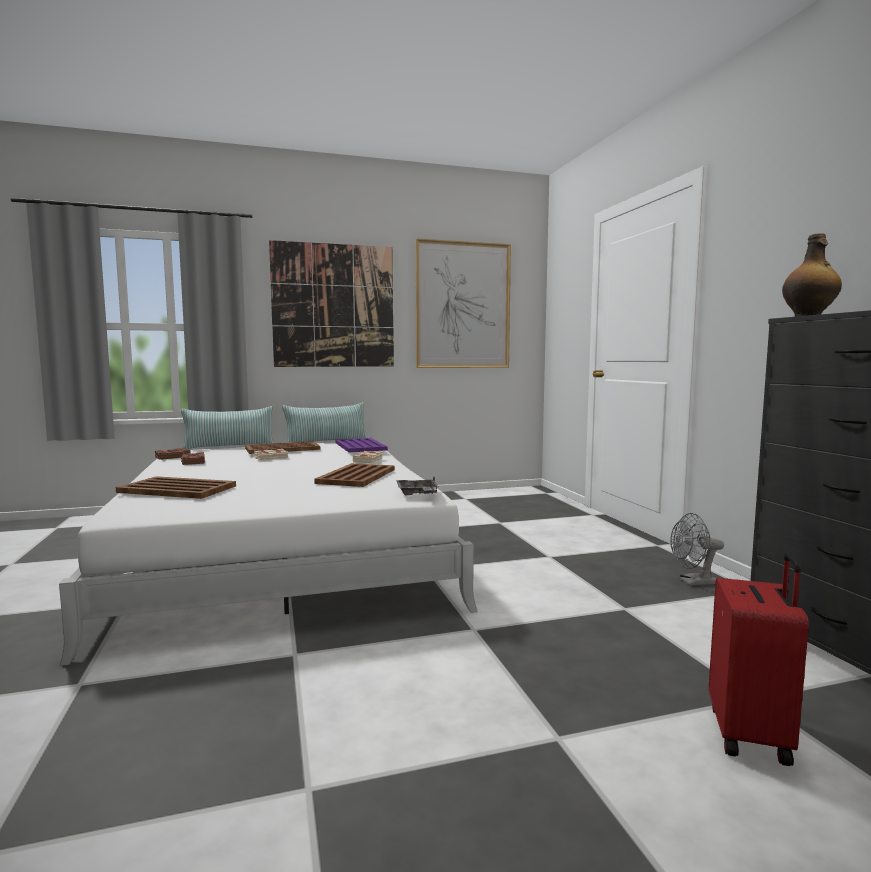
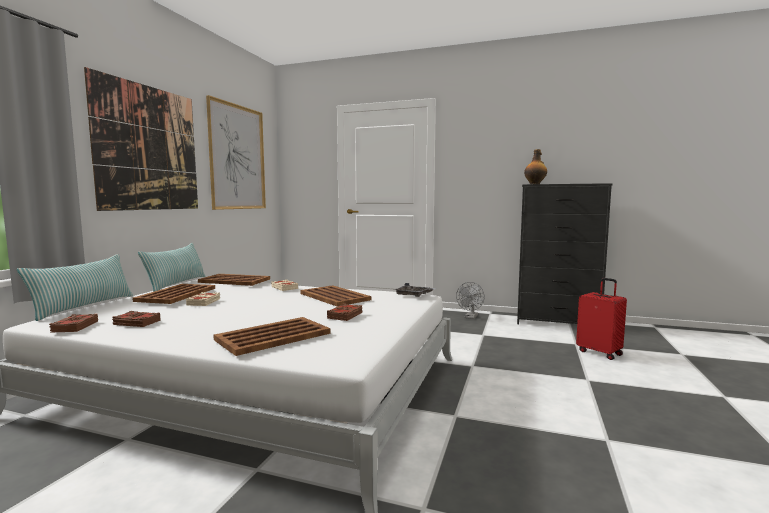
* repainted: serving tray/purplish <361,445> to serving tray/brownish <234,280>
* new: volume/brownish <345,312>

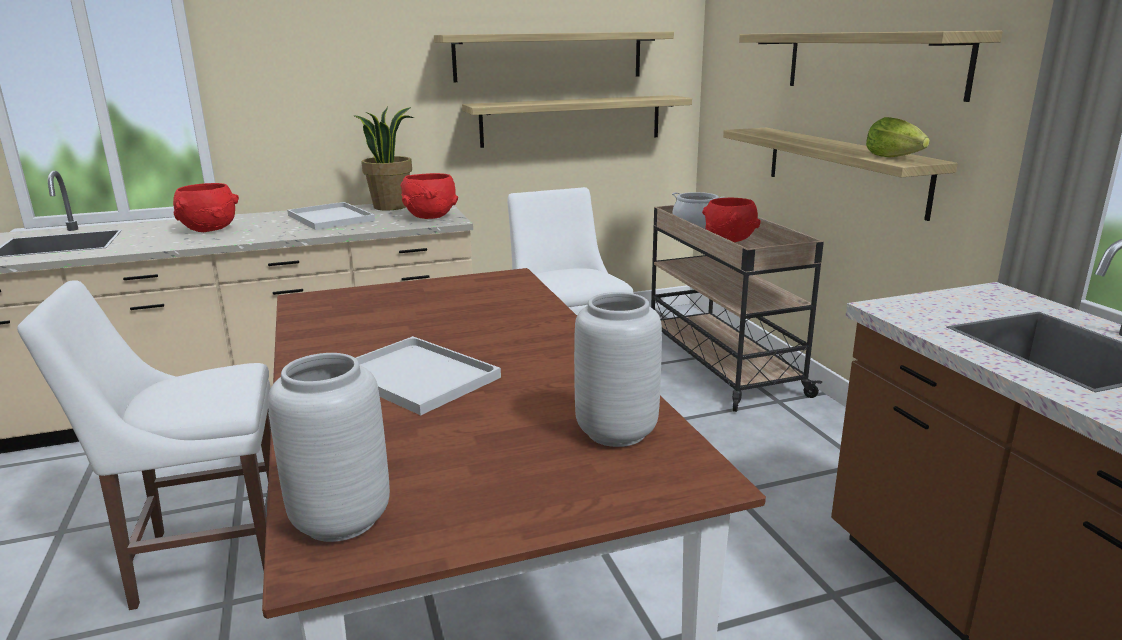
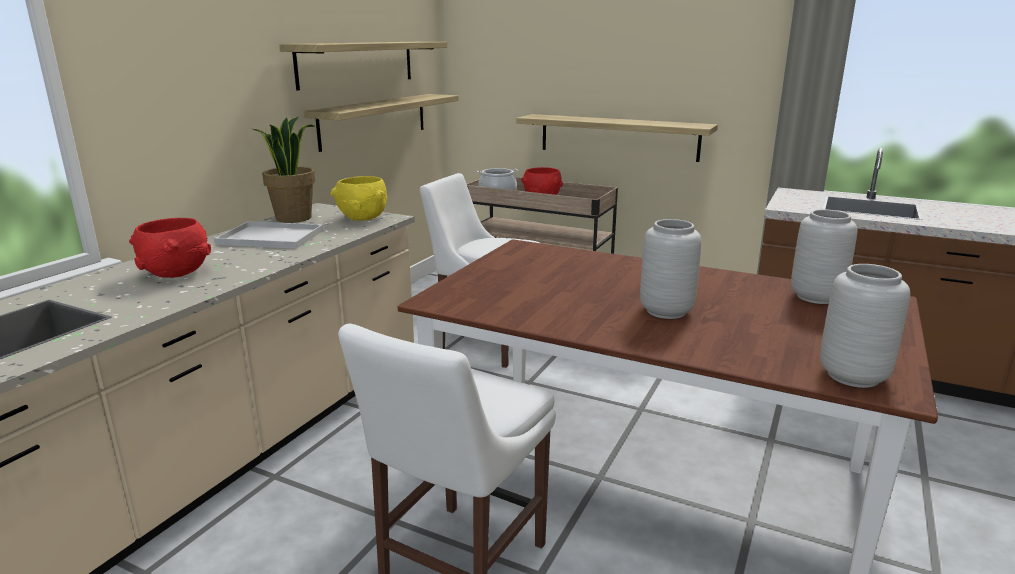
* gone: shelf <871,66>
* gone: lettuce head <898,137>
* repainted: deep dish/red <429,196> to deep dish/yellow-coloured <359,198>
* swapped: serving tray/whitish <428,375> to vase/gray <671,269>

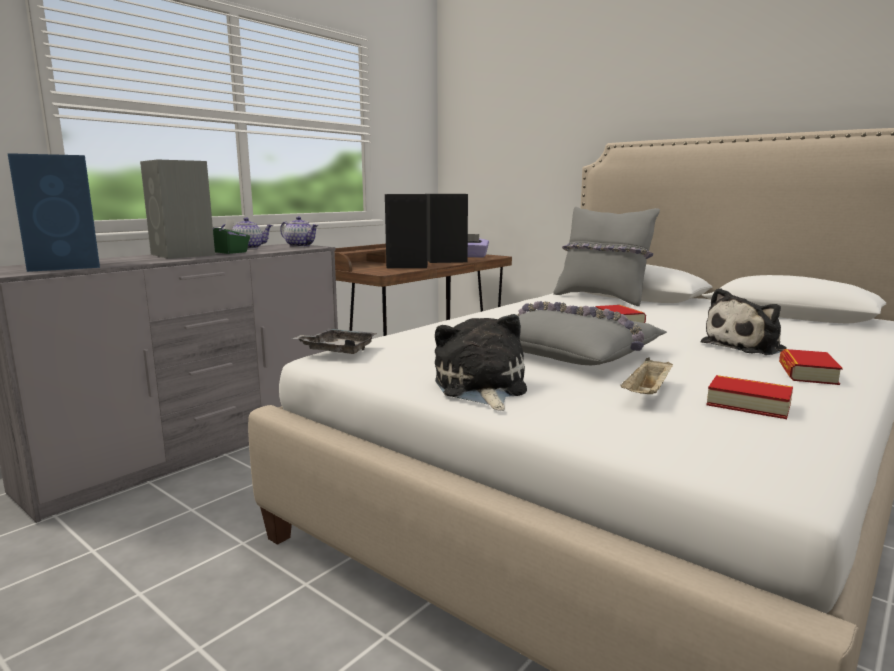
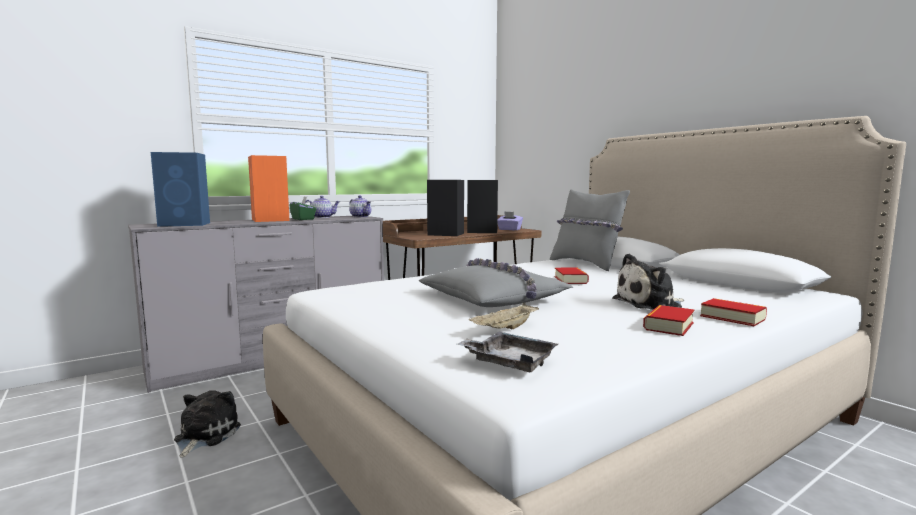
* repainted: speaker/gray <177,209> to speaker/orange <269,188>
* shifted: soft toy <481,362> to <207,424>
* shifted: serving tray/gray <334,341> to <507,352>
* shifted: volume <749,397> to <733,312>

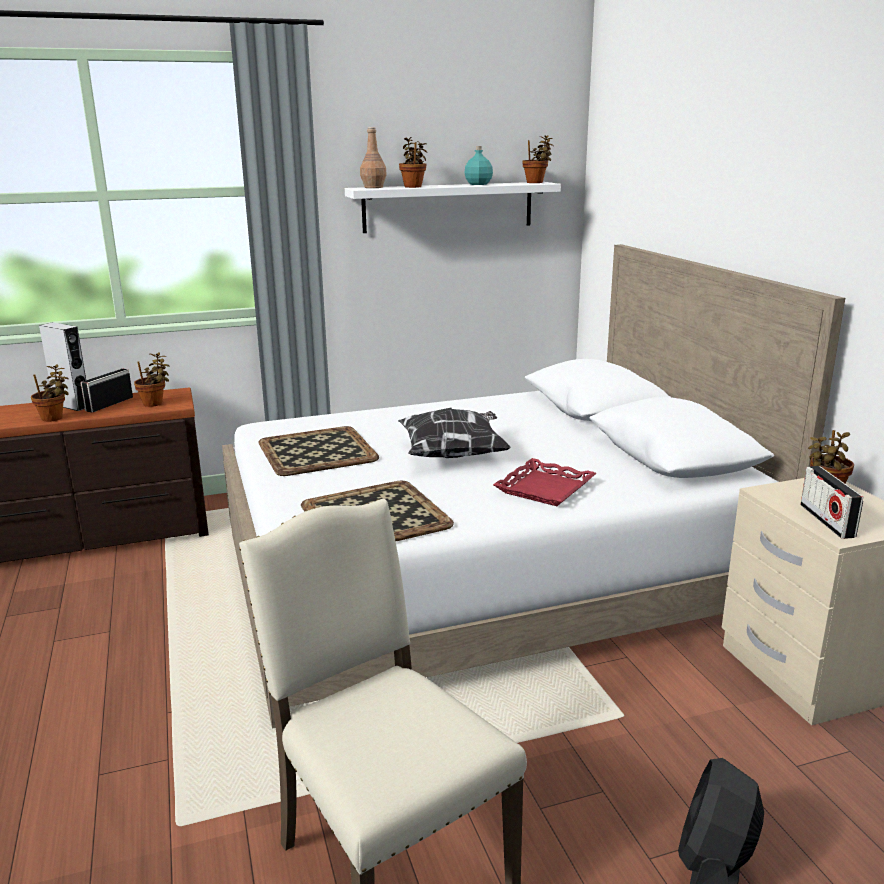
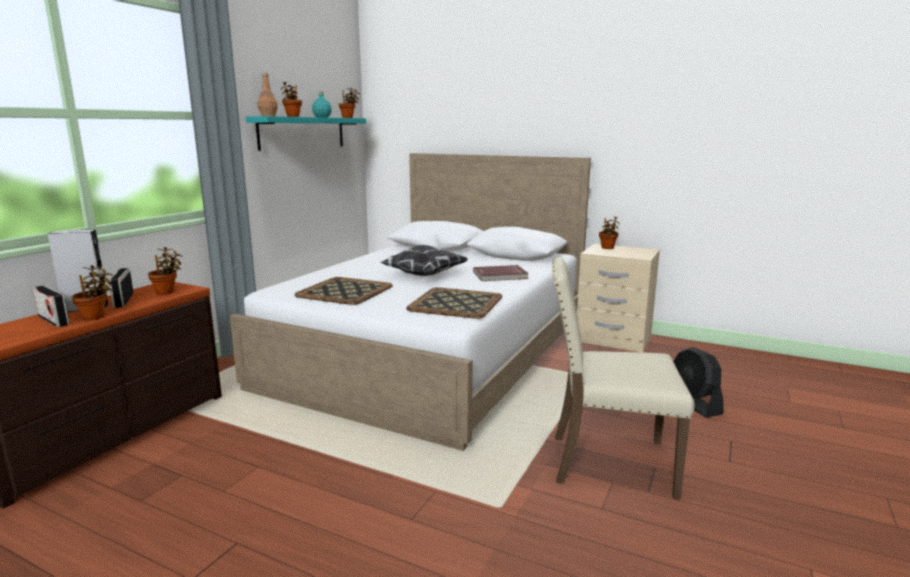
* repainted: shelf/whitish <453,207> to shelf/turquoise <306,133>
* swapped: serving tray/red <544,482> to volume/red <501,273>
* shifted: radio set <831,502> to <51,306>

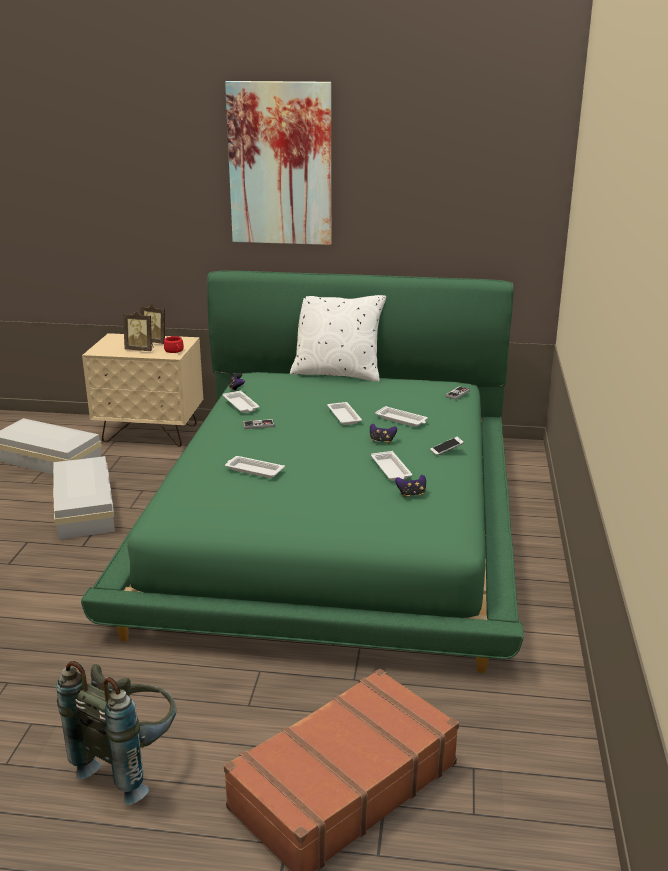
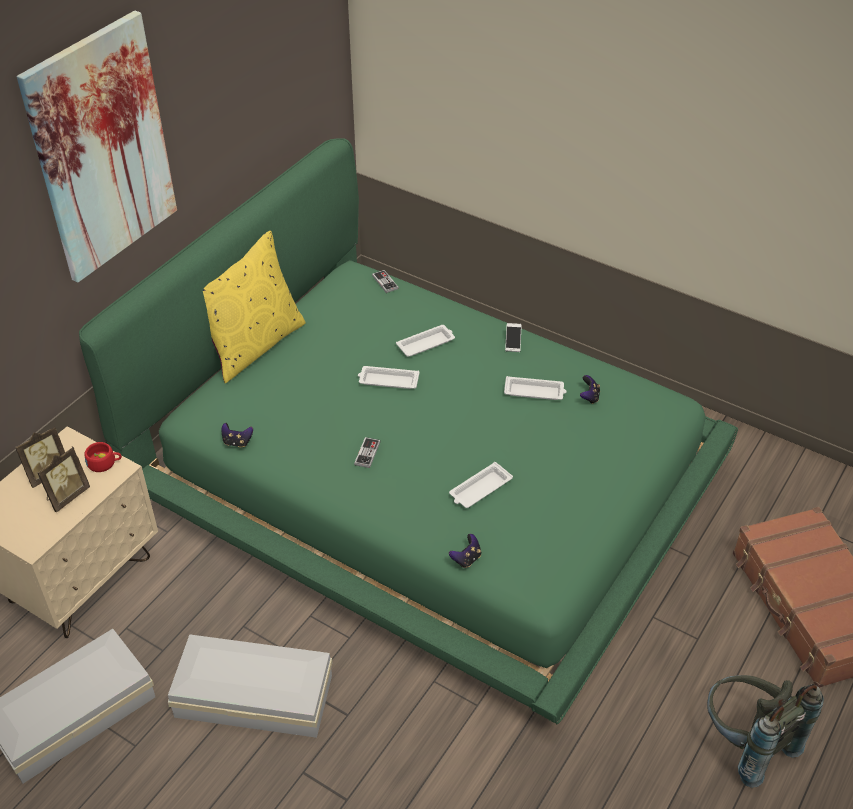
* repainted: cushion/whitish <338,338> to cushion/yellow-coloured <254,307>
* gone: serving tray/whitish <241,402>
* shifted: gamepad <383,434> to <465,551>

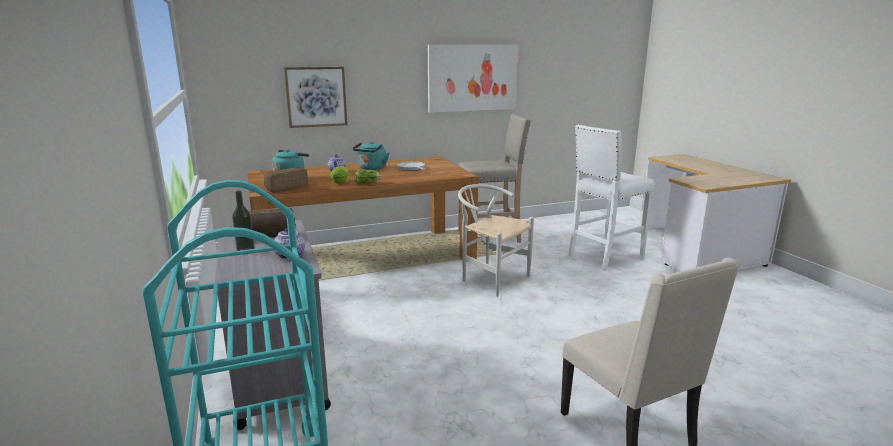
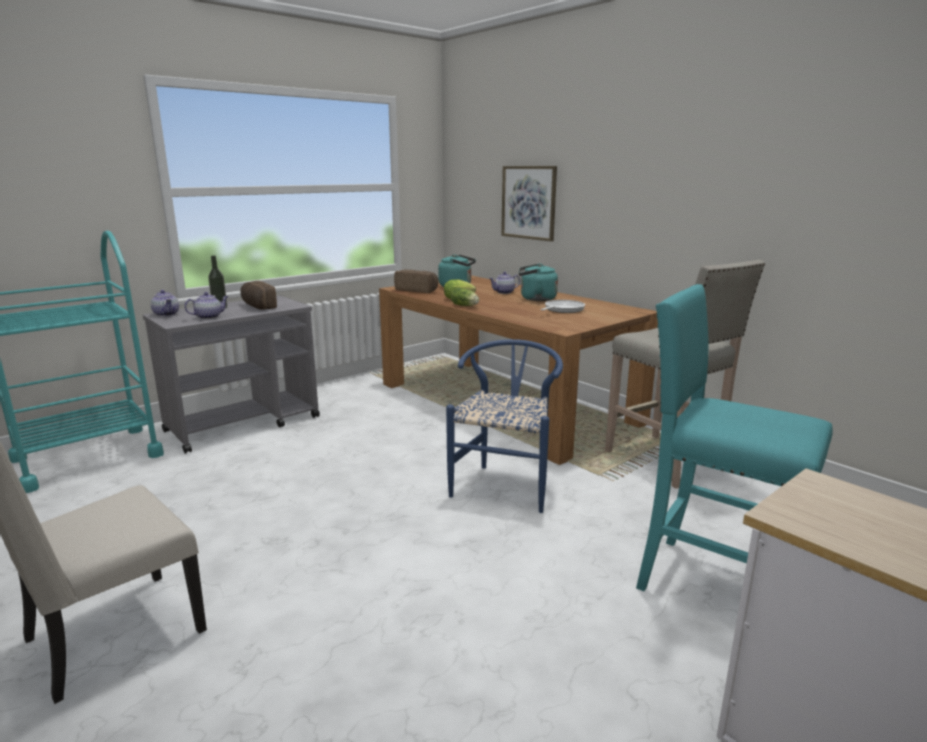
* gone: wall picture <473,79>
* repainted: stool/whitish <611,198> to stool/turquoise <734,437>
* repainted: upright chair/whitish <496,240> to upright chair/bluish <504,426>
* new: tea pot <165,303>

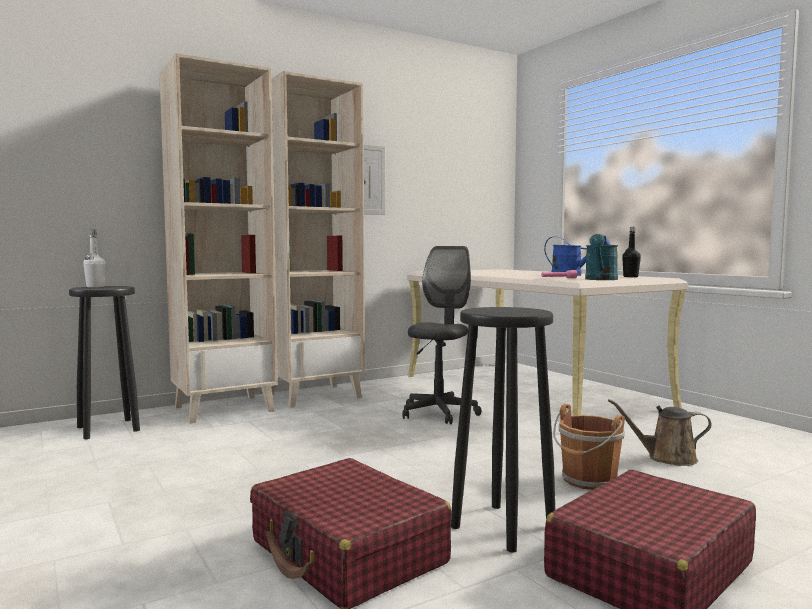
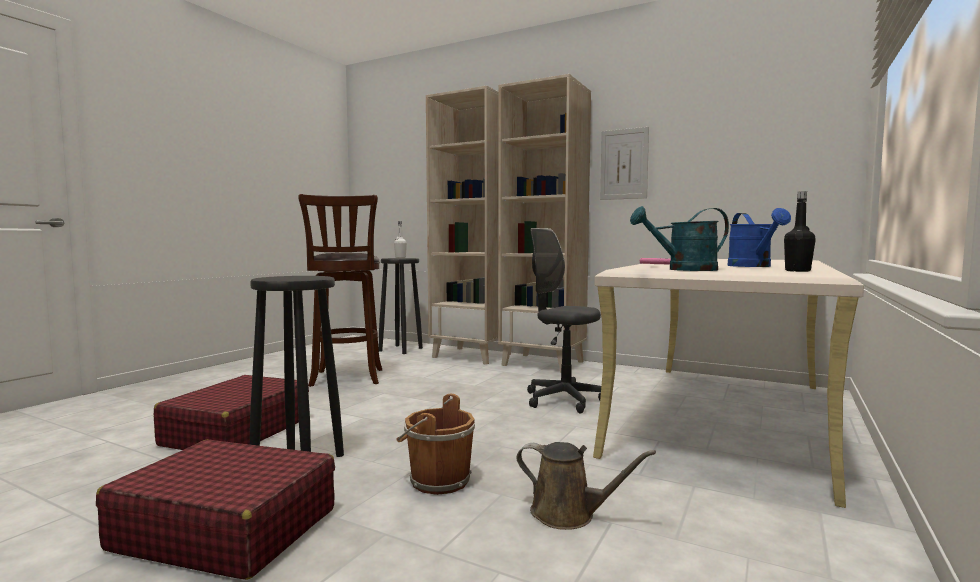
* rotated: office chair/gray <441,335> = <564,321> 135 degrees counterclockwise
* rotated: watering pot/brownish <660,432> = <586,486> 135 degrees clockwise
* new: stool/brownish <340,290>

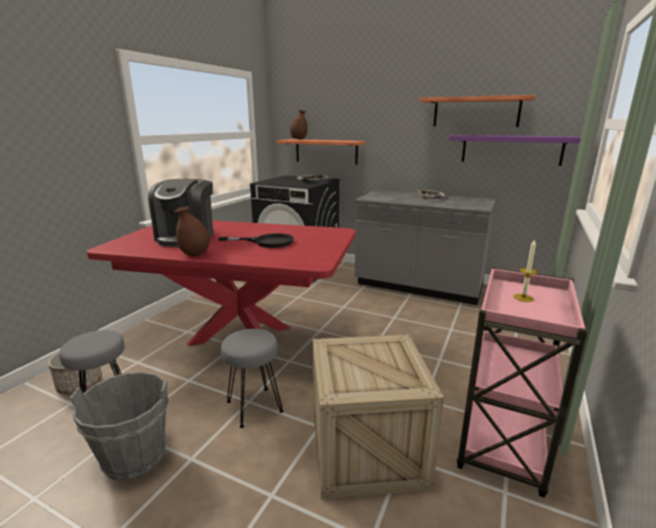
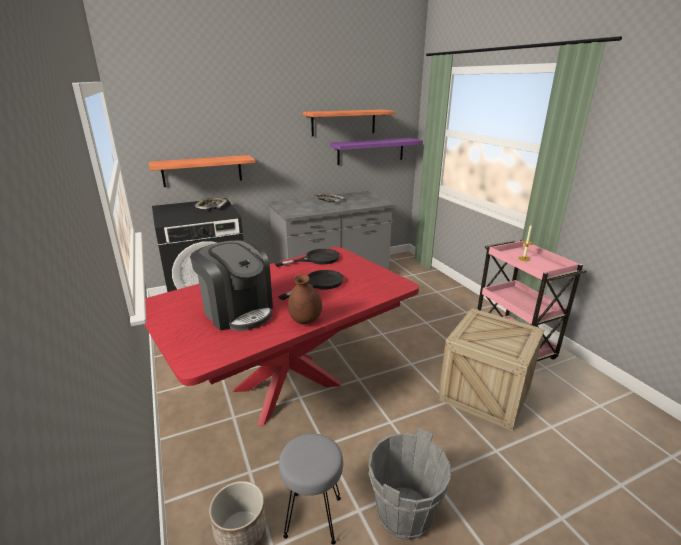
* gone: vase/brownish <299,125>
* gone: stool/gray <252,378>
* new: skillet/black-coloured <307,258>

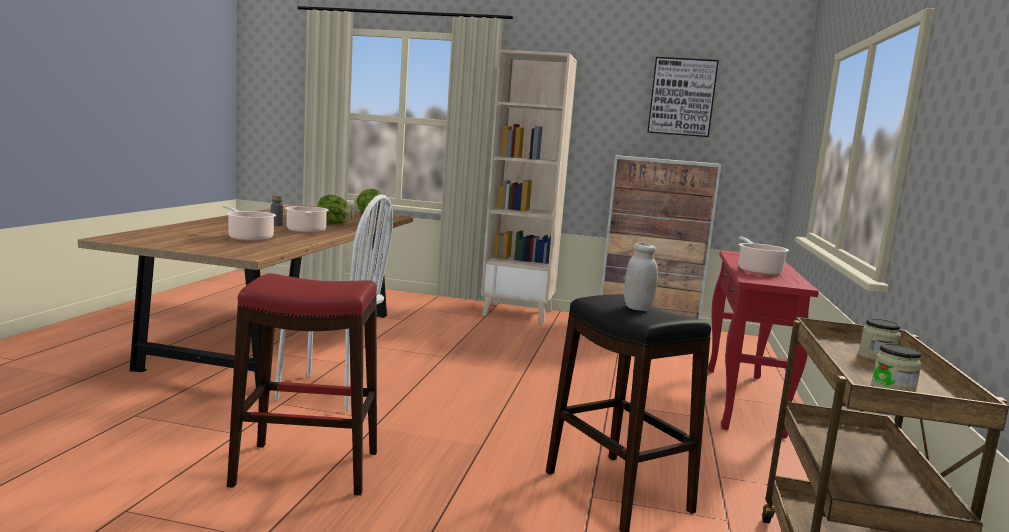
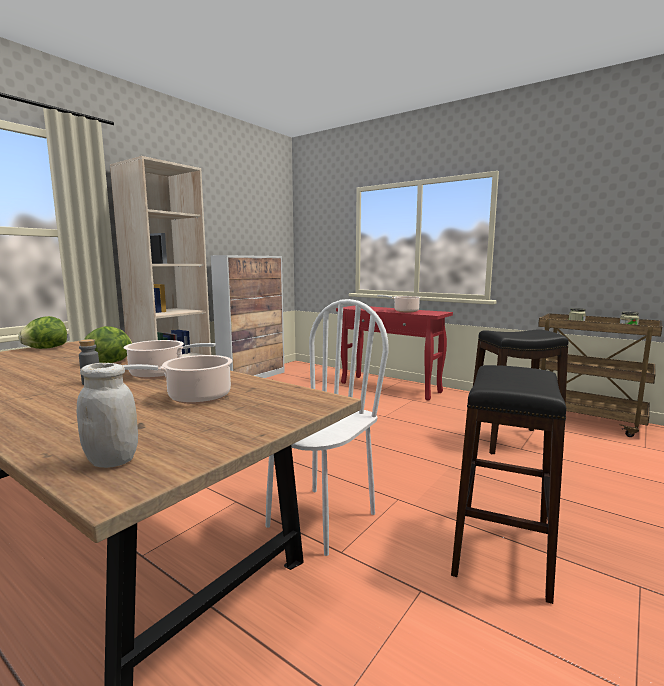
* gone: wall picture <683,97>
* shifted: jar/whitish <641,277> to <107,415>
* repainted: stool/red <302,384> to stool/black-coloured <508,484>

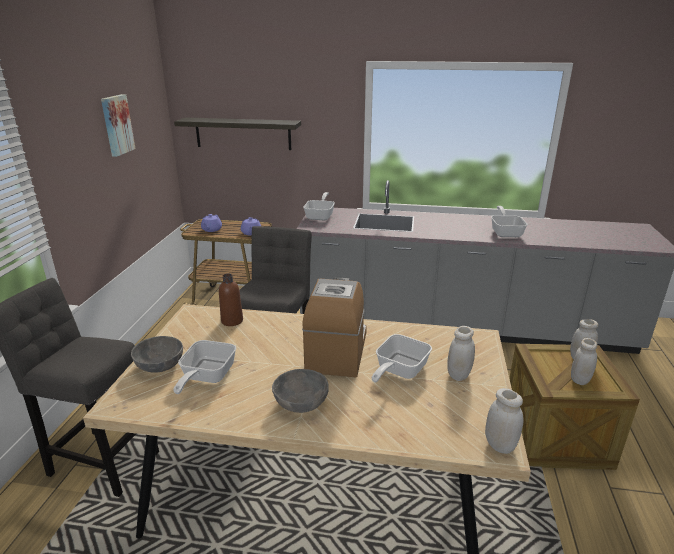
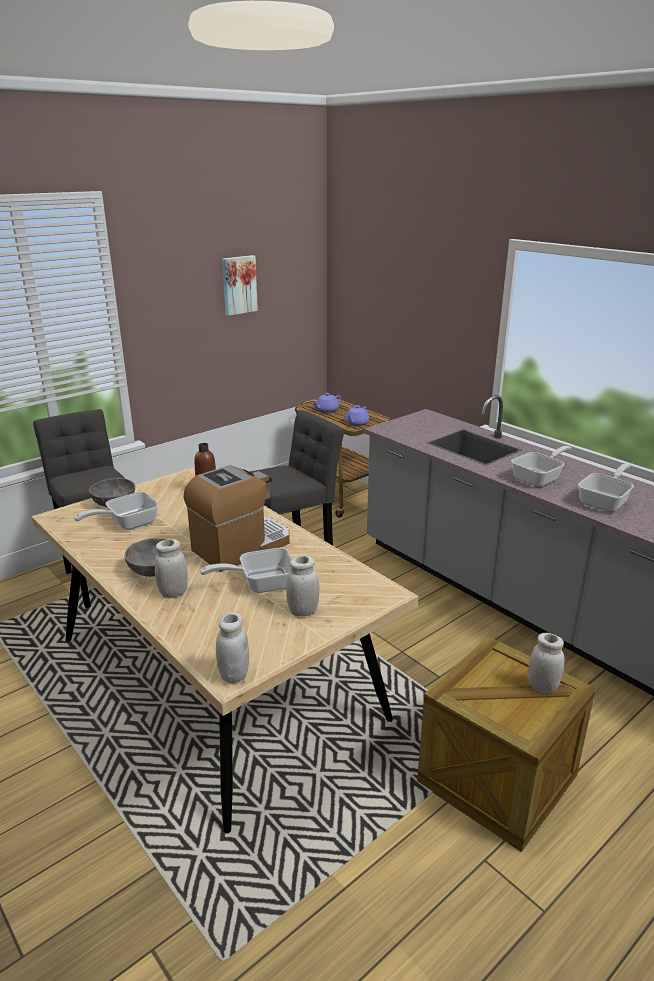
* gone: shelf <237,134>
* shifted: skillet <319,206> to <541,466>
* shifted: jar/whitish <584,361> to <171,568>

